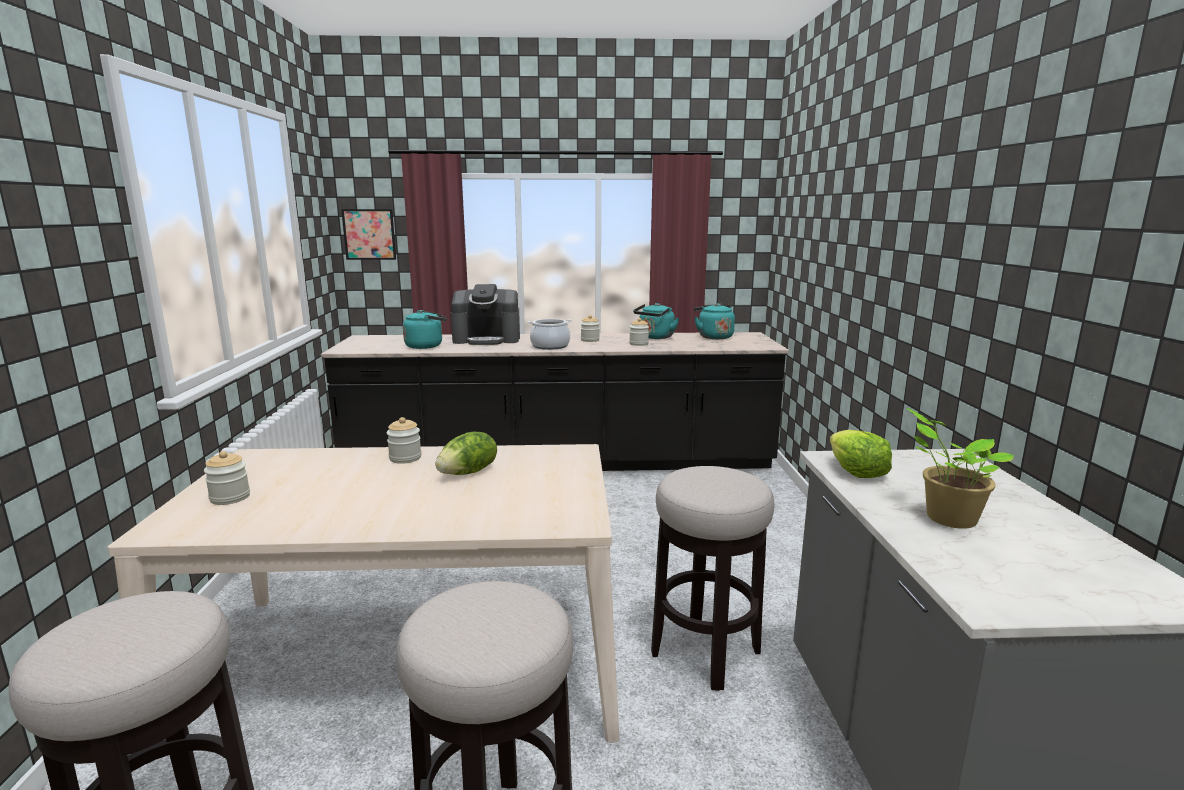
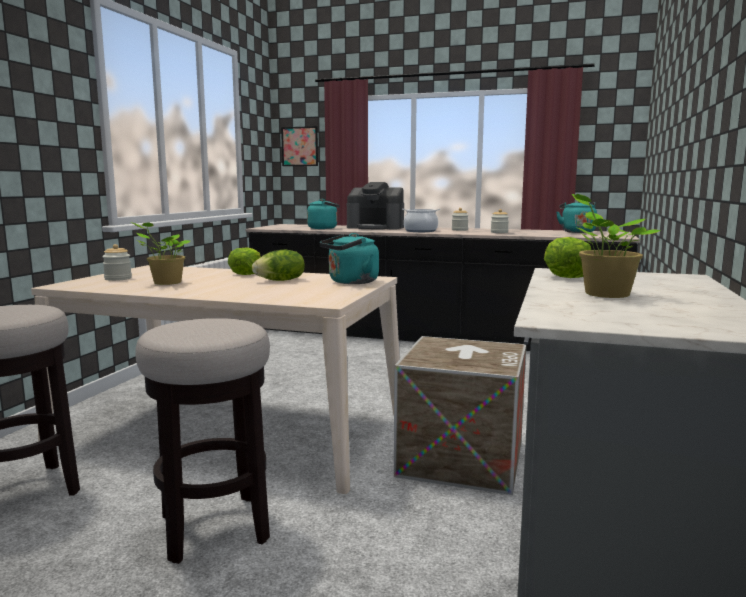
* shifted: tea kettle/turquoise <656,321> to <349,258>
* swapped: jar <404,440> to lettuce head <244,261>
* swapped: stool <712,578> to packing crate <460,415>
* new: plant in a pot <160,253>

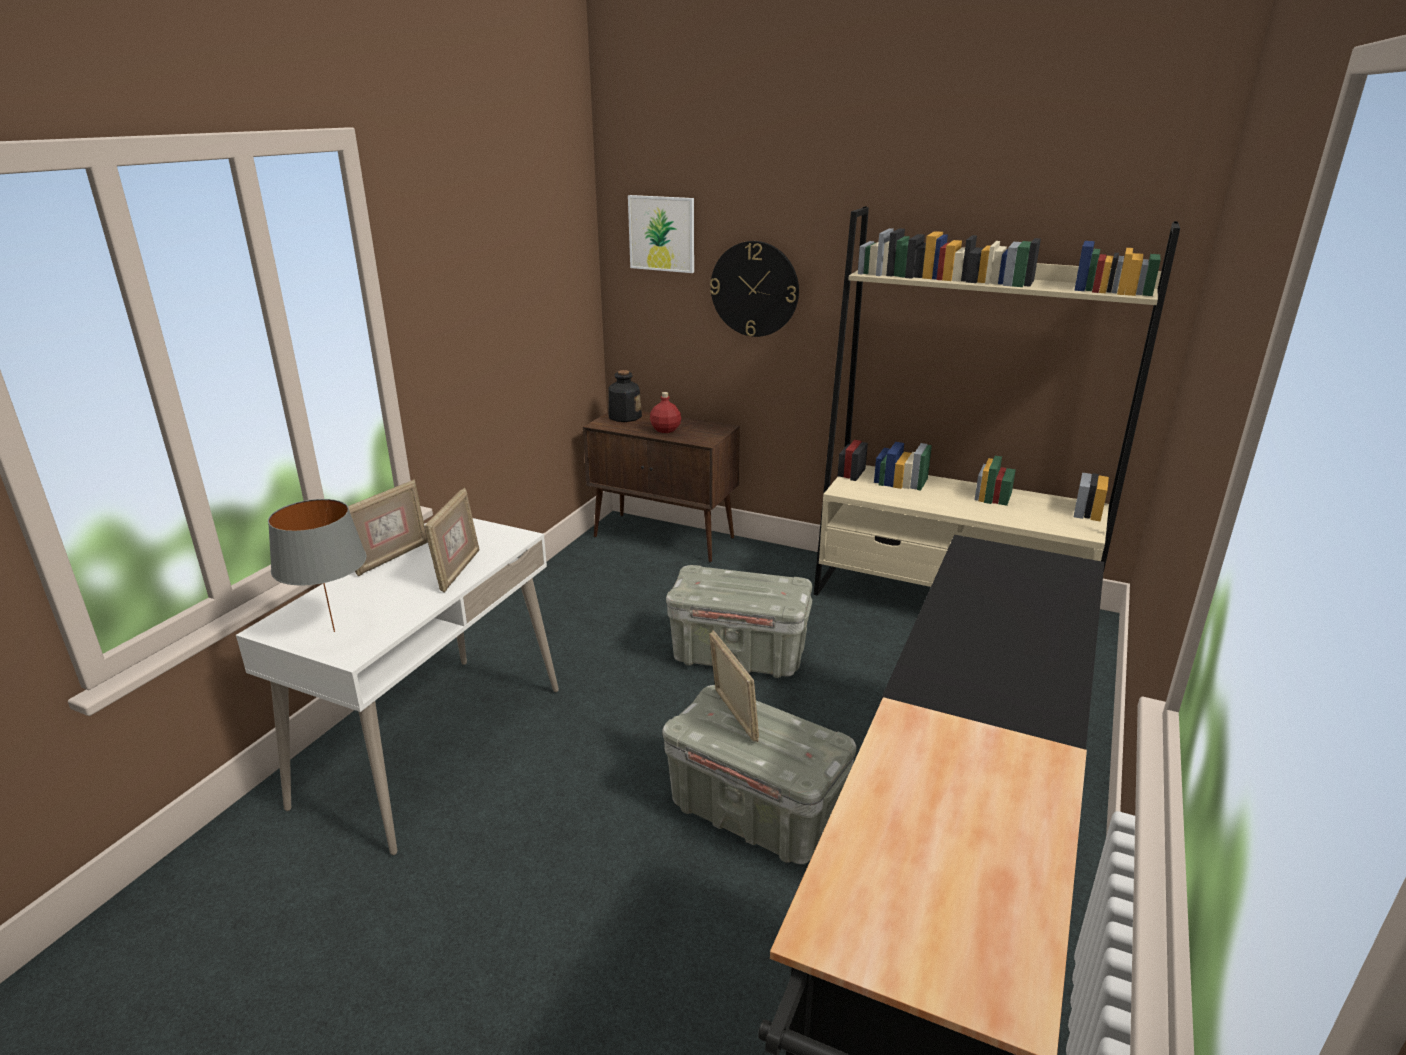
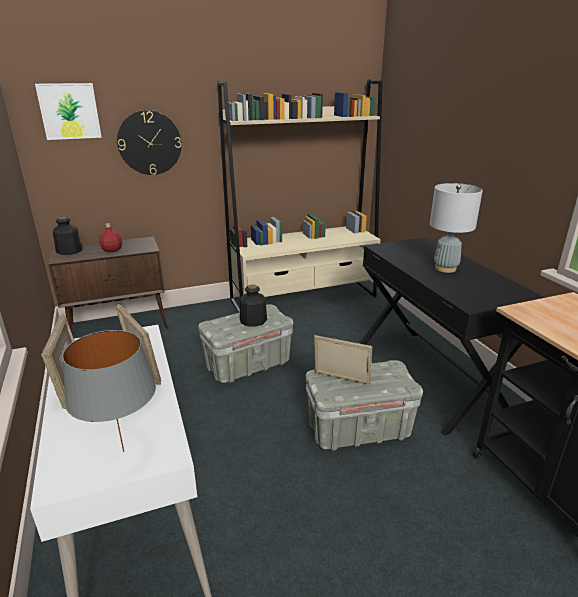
* new: lamp for a table/gray <456,228>
* new: bottle <253,306>

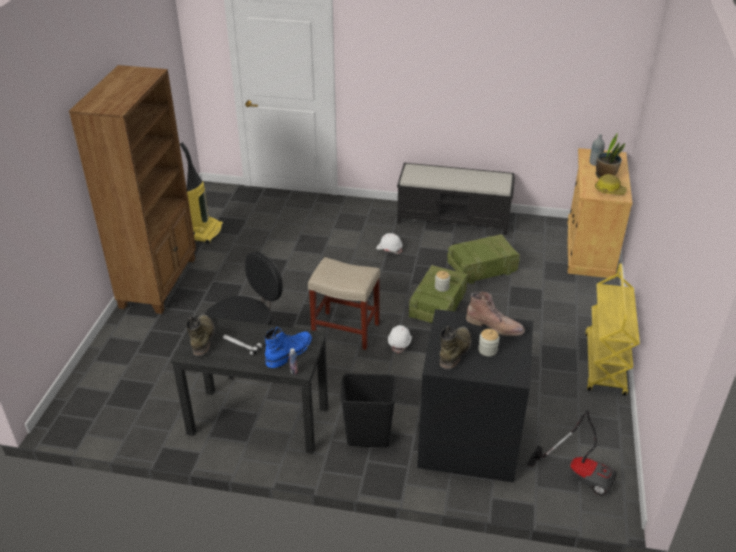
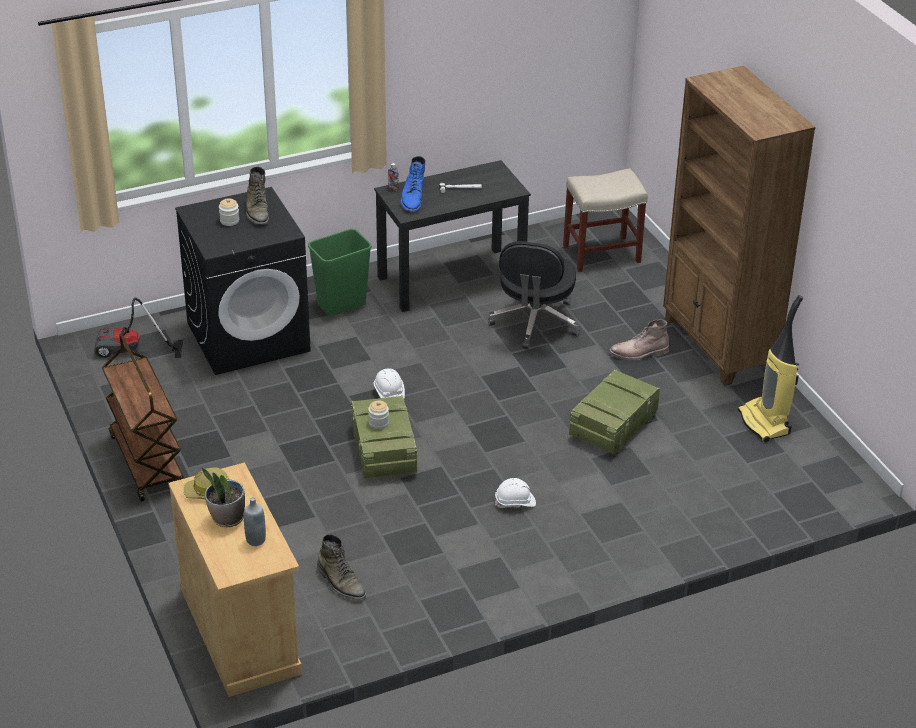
* gone: bench/black-coloured <456,199>
* shifted: packing crate <483,259> to <614,412>
* shifted: stool/beige <344,303> to <605,220>
* repainted: trolley/yellow-coloured <612,329> to trolley/brownish <143,418>
* shifted: tall boot/brownish <495,313> to <639,339>
* shifted: tall boot/greenish <200,335> to <341,567>
* repainted: trash can/black-coloured <368,410> to trash can/greenish <340,272>

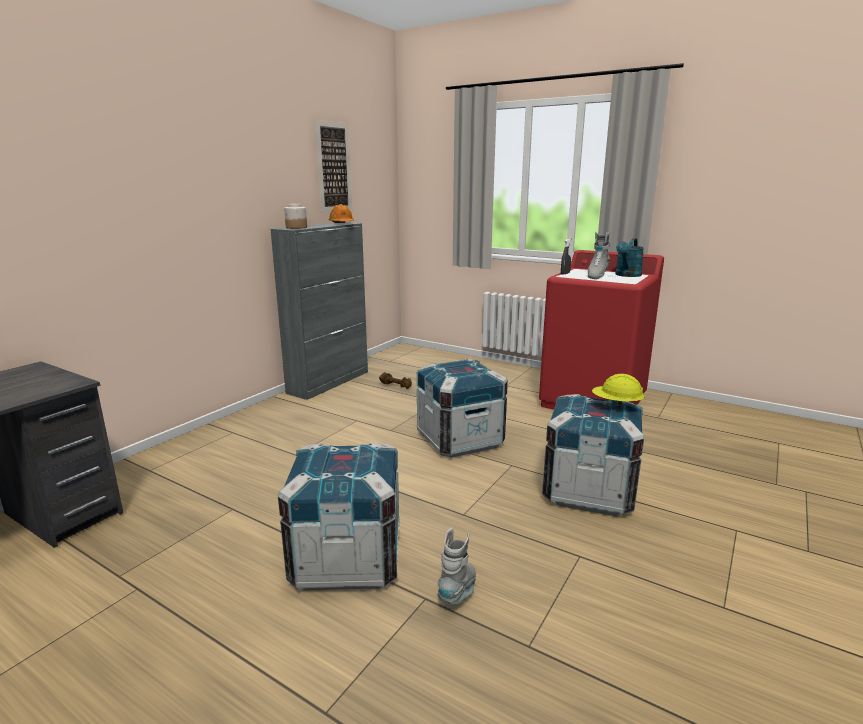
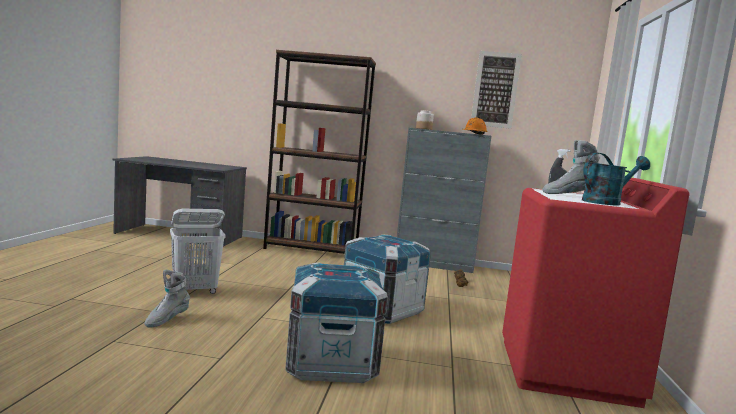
* rotated: watering pot/turquoise <629,257> = <616,179> 150 degrees clockwise
* gone: safety helmet/yellow-coloured <618,391>
* swapped: packing crate <338,517> to washing basket/whitish <198,251>
* rotated: tall boot/gray <457,566> = <167,299> 120 degrees clockwise
* new: bookshelf/brownish <319,152>

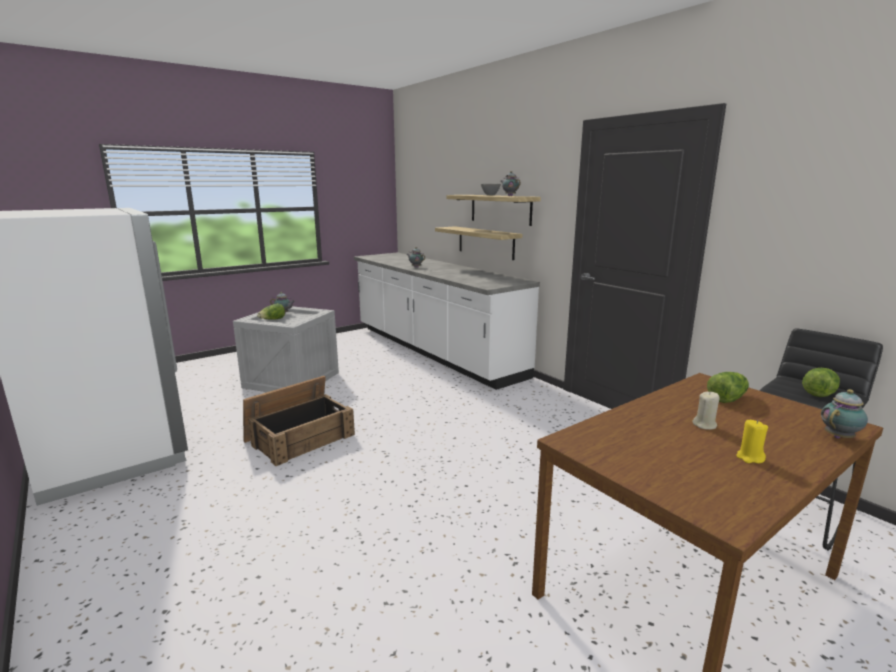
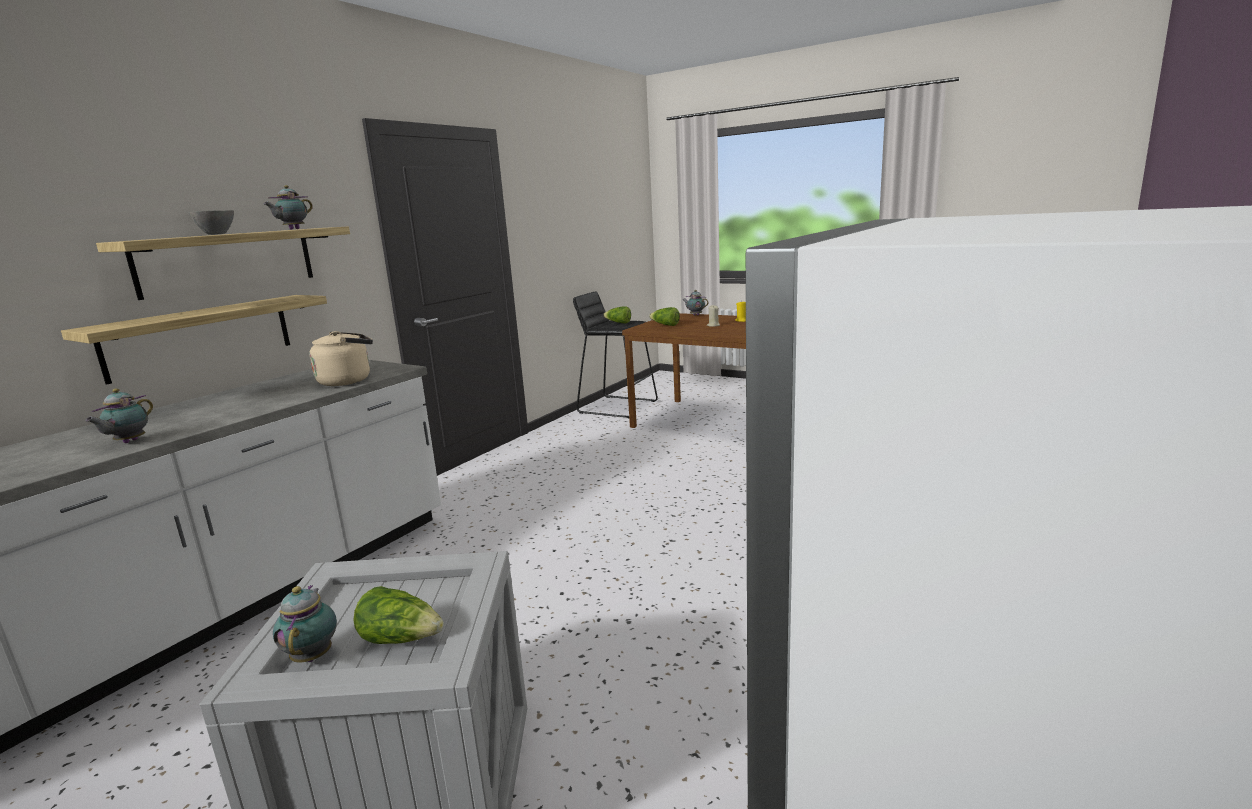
* gone: packing crate <299,421>
* new: tea kettle/beige <341,358>

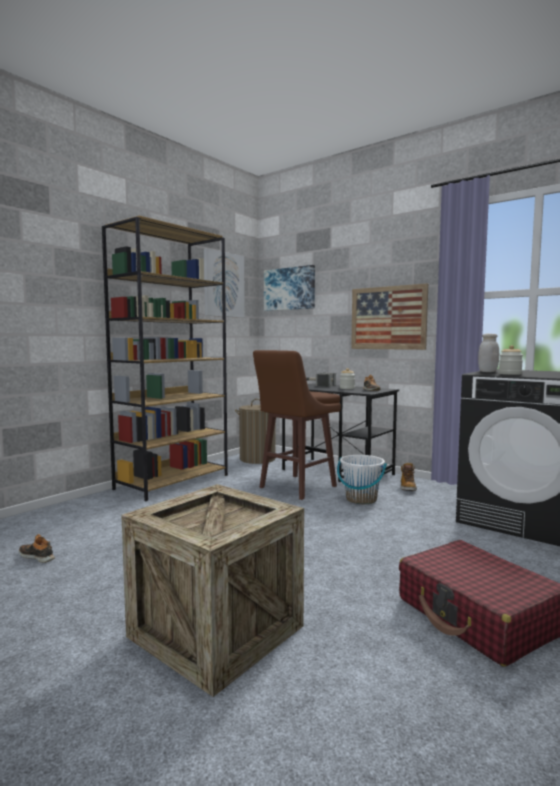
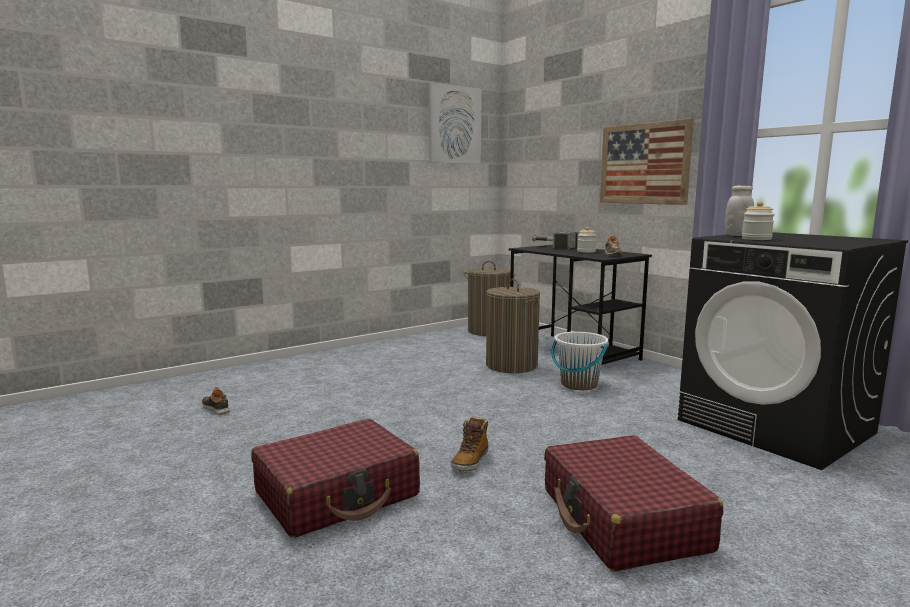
* gone: bookshelf/brownish <165,358>
* gone: wall picture <289,288>
* swapped: stool/brownish <297,425> to washing basket <513,326>
* shifted: tall boot <409,476> to <470,443>
* swapped: packing crate <212,590> to piece of luggage/red <335,478>

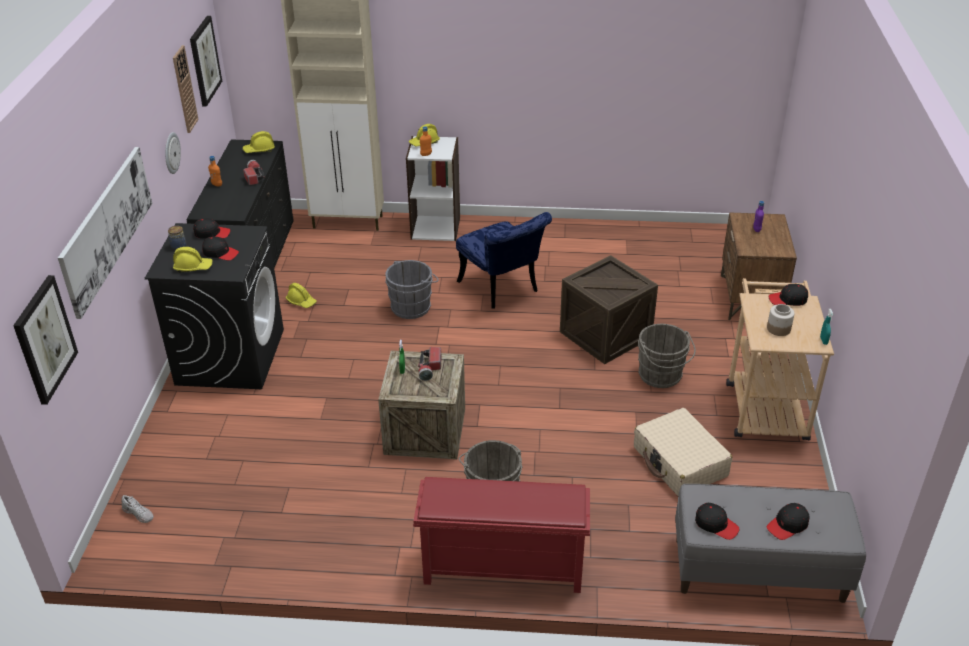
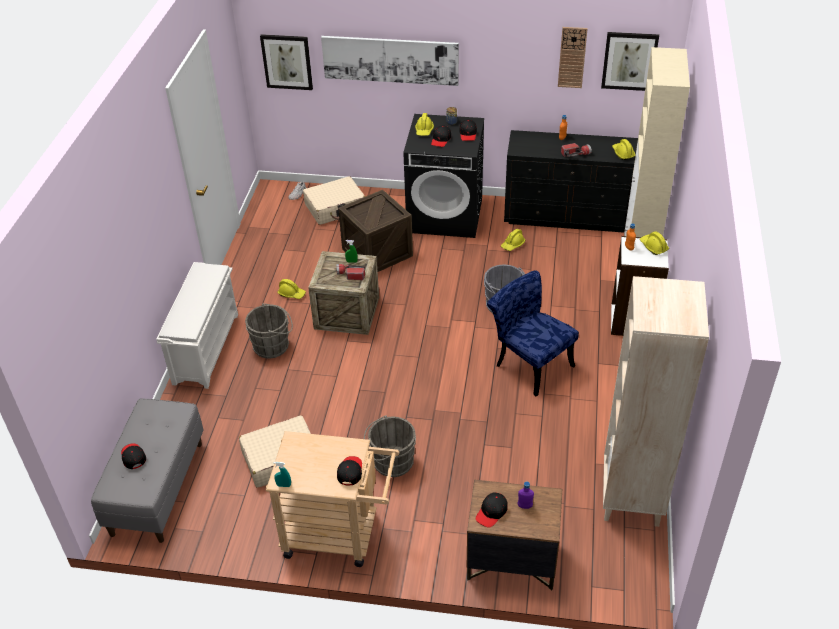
* gone: wall clock <173,153>
* rotated: upright chair/bluish <504,260> = <533,333> 75 degrees clockwise
* shifted: packing crate <609,309> to <375,231>
* gone: jar <781,320>
* repainted: shoe rack/red <501,535> to shoe rack/whitish <197,325>
* shifted: baseball cap/black-coloured <717,521> to <492,510>
* new: piece of luggage/beige <334,200>
* new: bookshelf/beige <656,401>
* new: safety helmet/yellow-coloured <292,289>

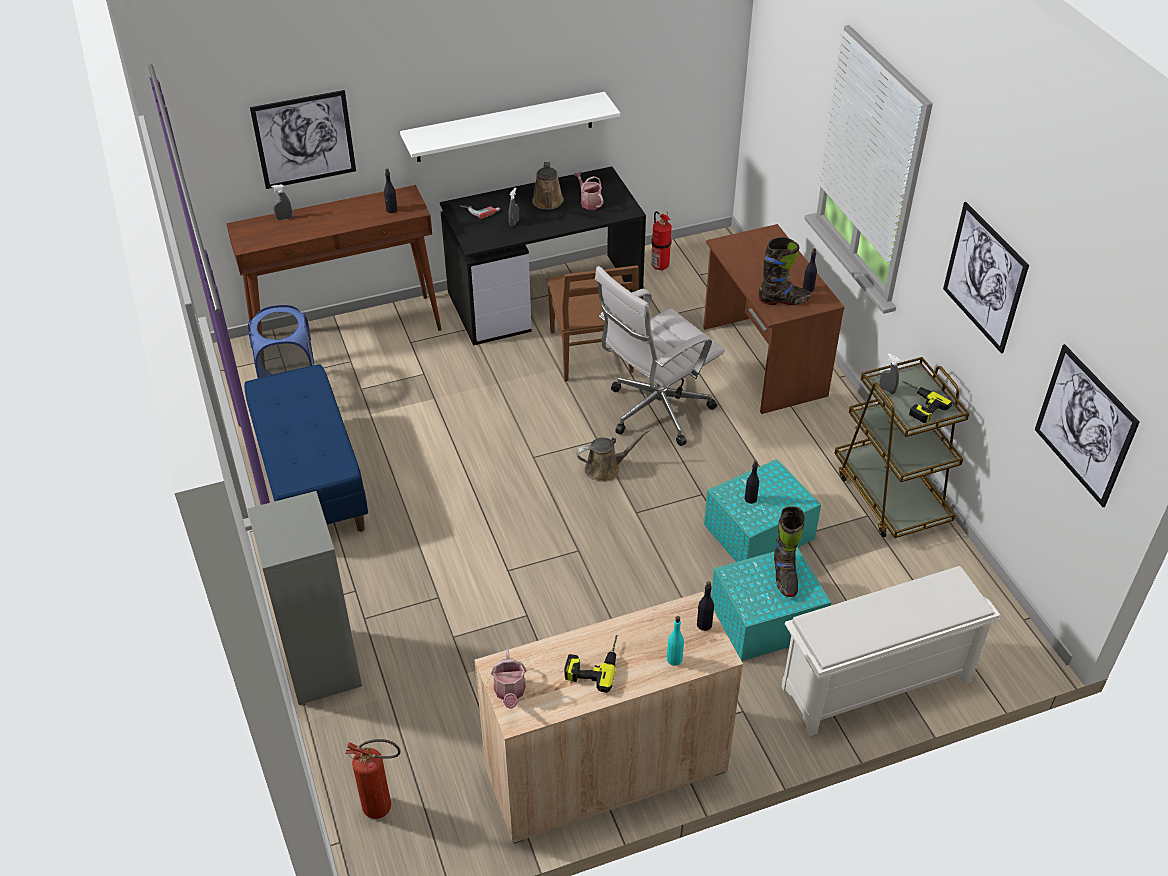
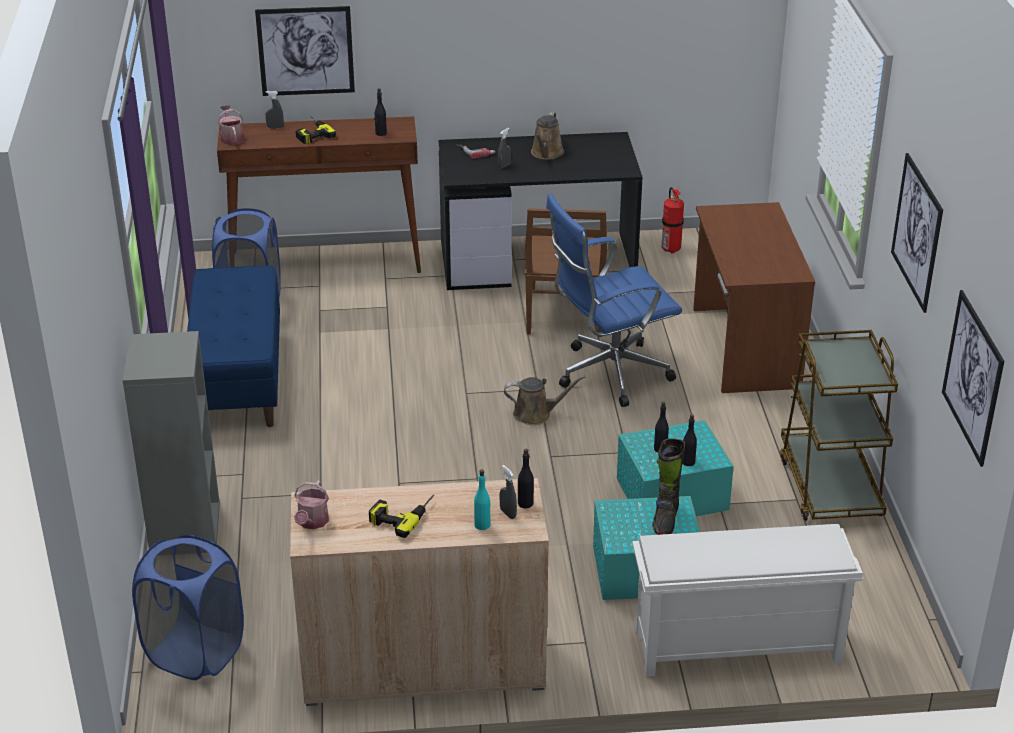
* gone: shelf/whitish <510,127>
* shifted: watering pot <588,190> to <231,125>
* gone: tall boot/black-coloured <784,271>
* shifted: bottle/black-coloured <810,270> to <689,440>
* repainted: office chair/whitish <660,356> to office chair/bluish <614,300>
* shifted: hand sprayer/gray <889,373> to <508,492>
* shifted: power drill <927,402> to <316,130>
* swapped: extinguisher <373,779> to washing basket/bluish <188,607>

